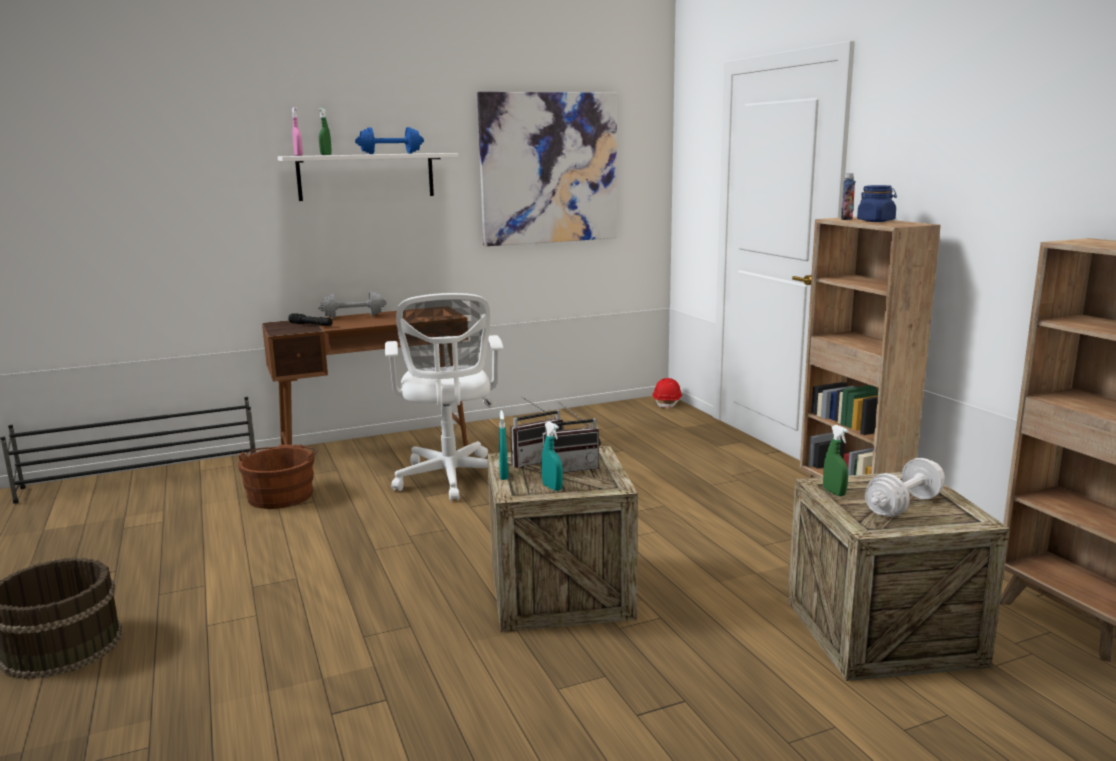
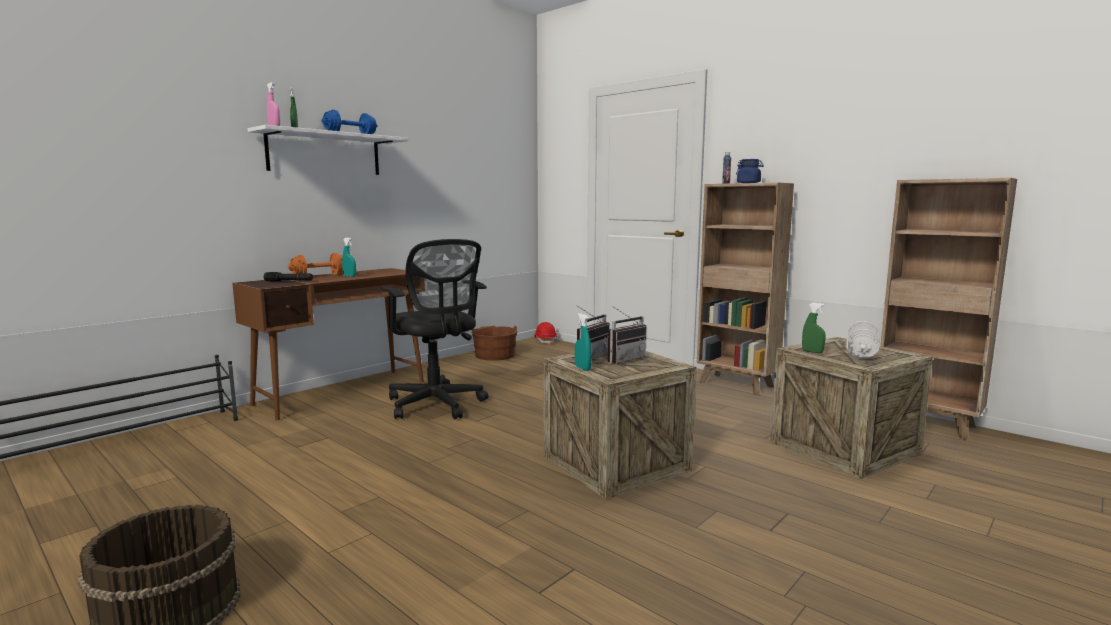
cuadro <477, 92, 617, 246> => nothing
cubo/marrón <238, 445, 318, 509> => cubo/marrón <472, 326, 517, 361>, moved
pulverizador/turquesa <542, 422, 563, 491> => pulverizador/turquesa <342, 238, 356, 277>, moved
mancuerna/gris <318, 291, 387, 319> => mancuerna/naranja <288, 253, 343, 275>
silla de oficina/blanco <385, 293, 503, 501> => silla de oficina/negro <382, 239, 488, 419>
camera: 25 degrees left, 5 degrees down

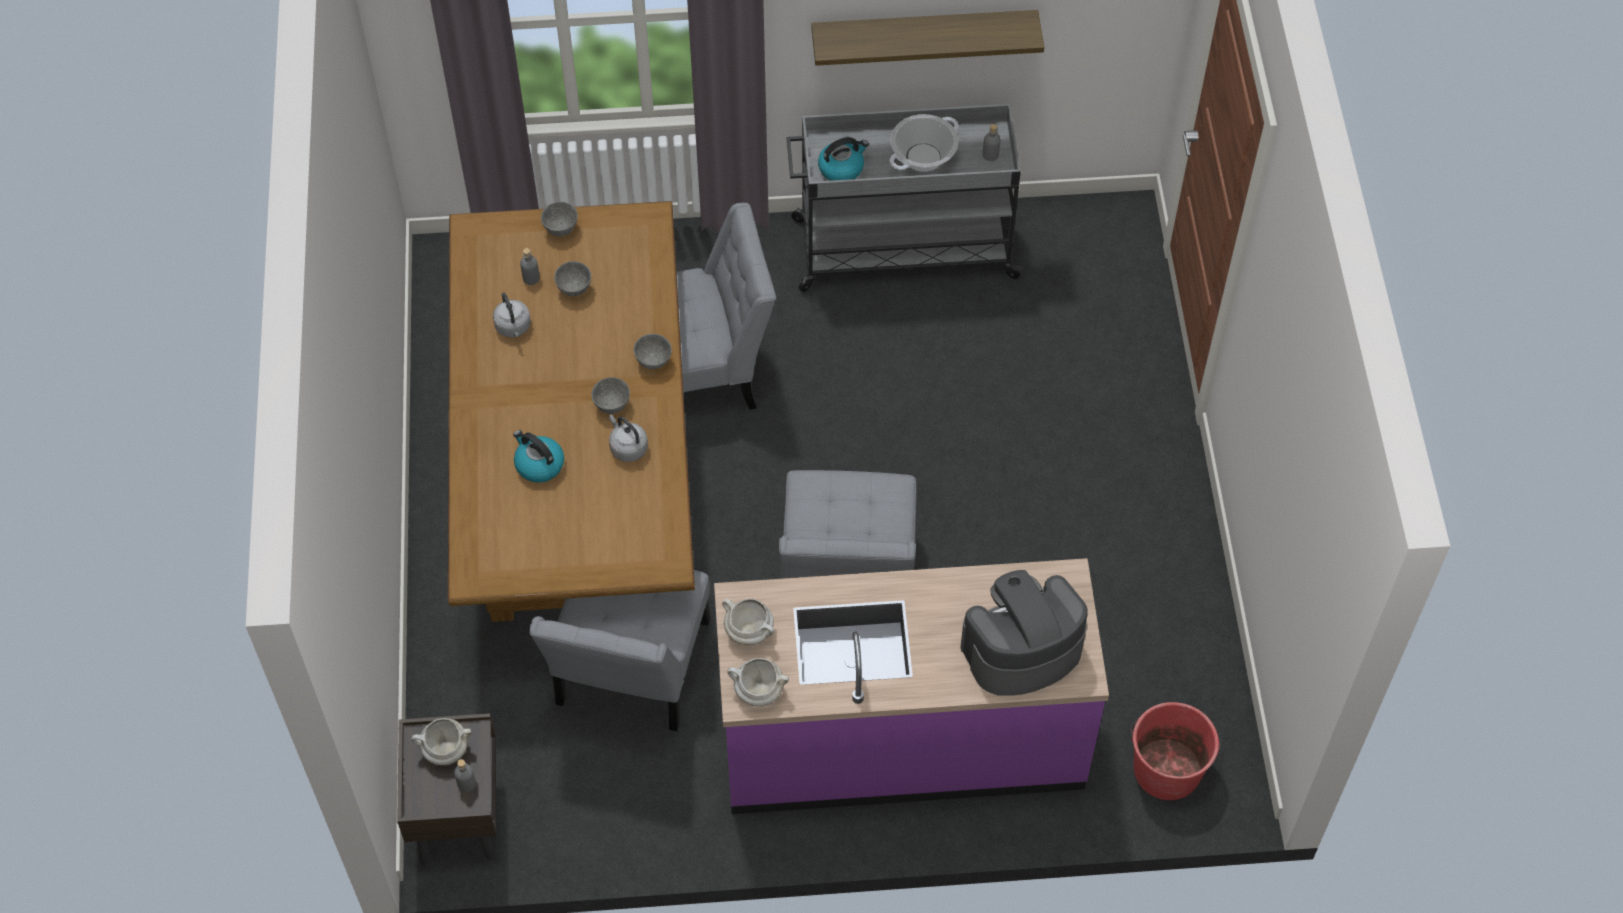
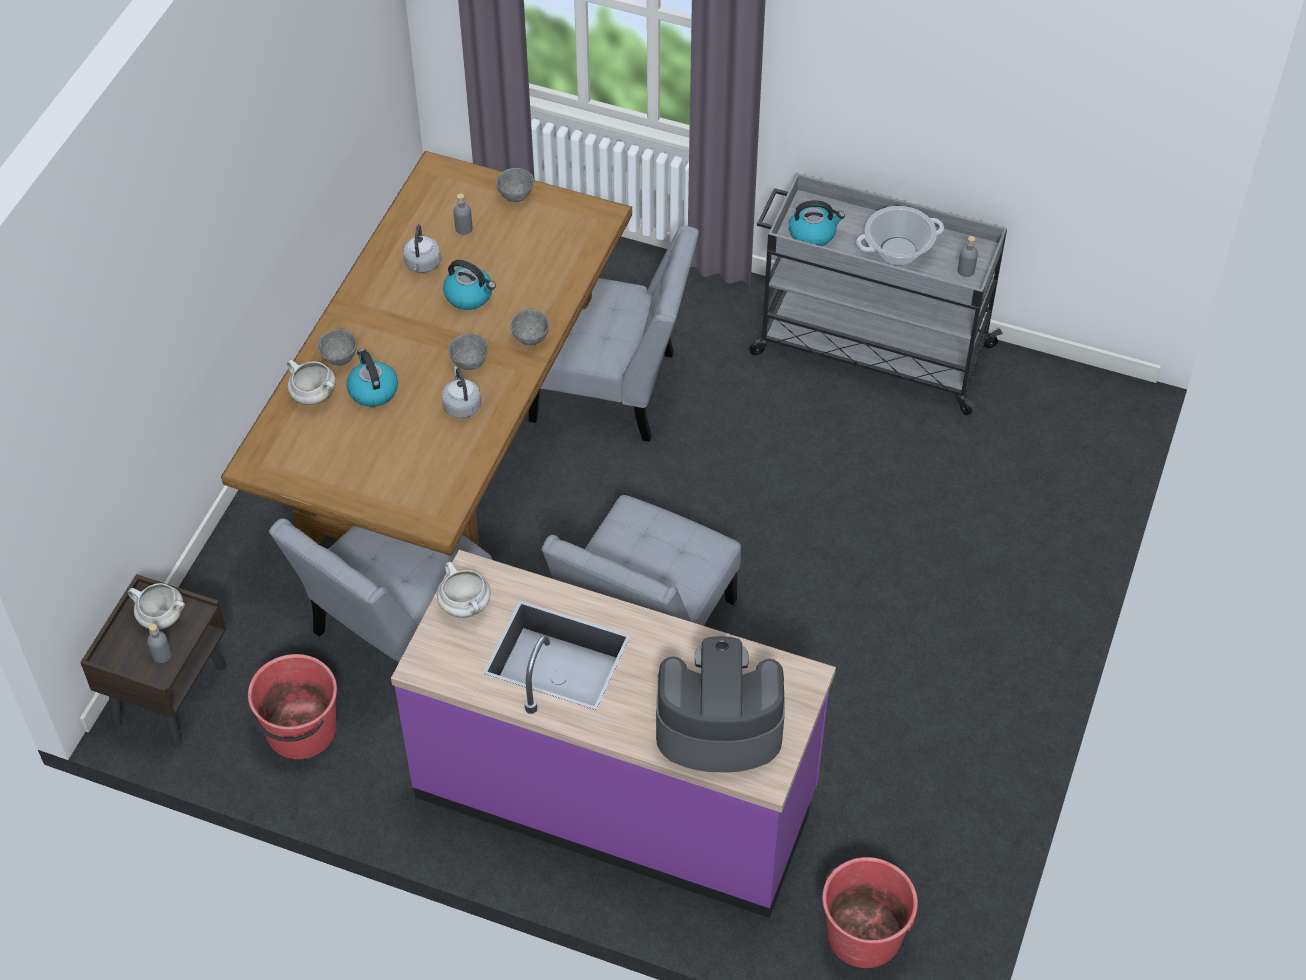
estante <811, 10, 1044, 66> => nothing
nothing => cubo/rojo <248, 654, 337, 759>
nothing => hervidor <443, 260, 496, 310>
cuenco/gris <554, 261, 591, 296> => cuenco/gris <318, 329, 357, 366>, moved
olla/blanco <727, 658, 789, 707> => olla/blanco <287, 360, 336, 405>, moved
camera: 25 degrees right, 5 degrees down

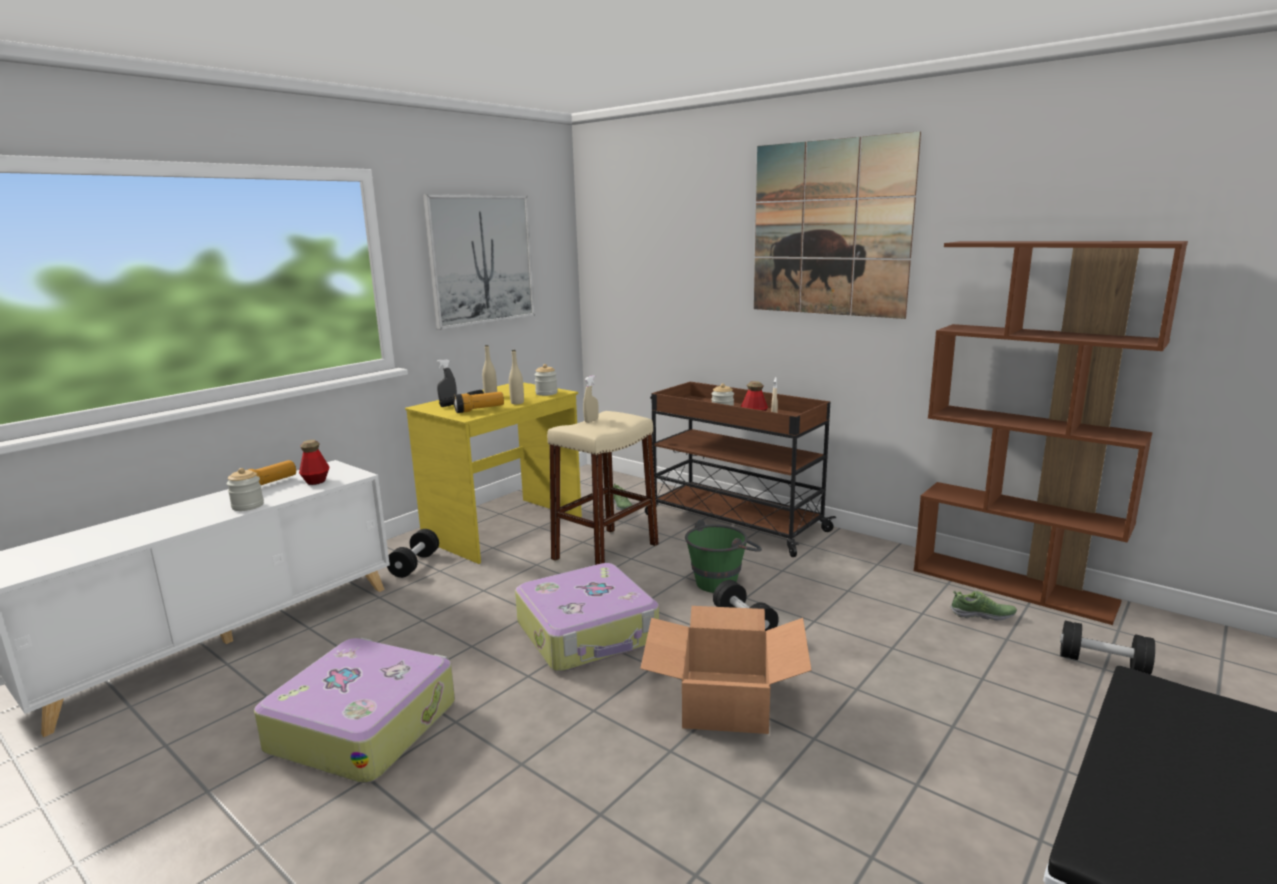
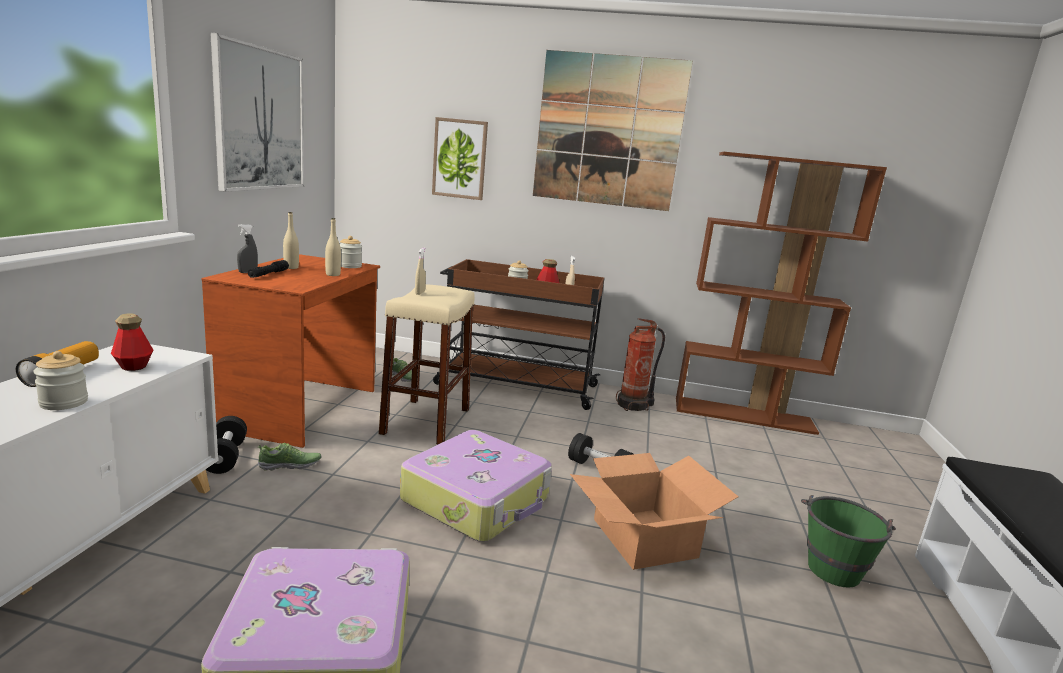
linterna <453, 392, 504, 413> => nothing
mancuerna/negro <1060, 621, 1155, 675> => nothing
nothing => cuadro <432, 117, 488, 200>
nothing => extintor <616, 318, 665, 411>
cubo/verde <685, 520, 762, 593> => cubo/verde <801, 495, 896, 588>, moved
zapato <950, 591, 1017, 621> => zapato <258, 443, 322, 471>, moved
escritorio/amarillo <405, 382, 582, 564> => escritorio/marrón <201, 254, 380, 448>
camera: 30 degrees left, 0 degrees up

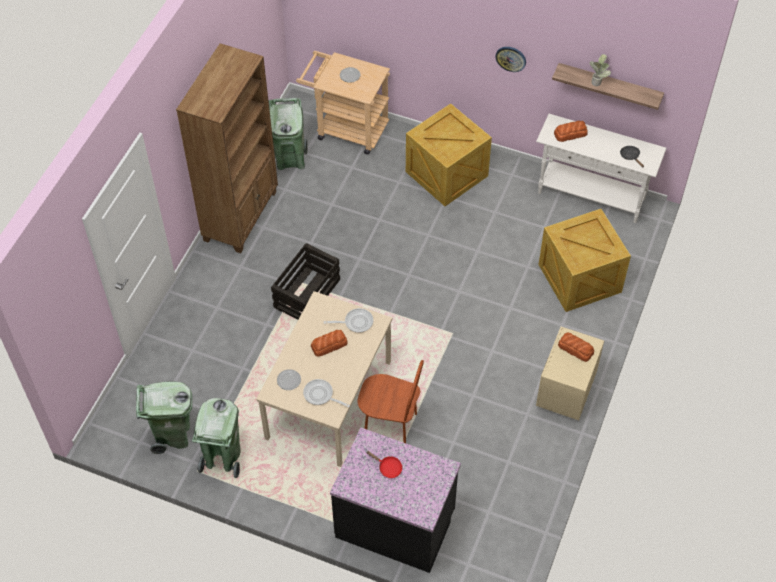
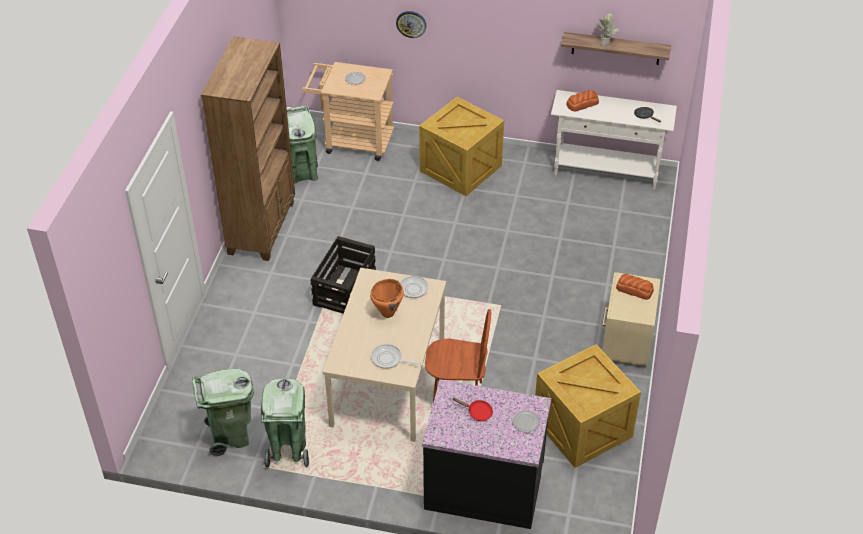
plato <277, 369, 301, 390> => plato <512, 410, 540, 432>, moved
reloj de pared <495, 47, 526, 72> => reloj de pared <396, 11, 426, 38>, moved
caja de embalaje <539, 209, 631, 312> => caja de embalaje <535, 344, 641, 468>, moved
pan <311, 330, 348, 357> => olla/naranja <370, 279, 404, 318>
camera: 10 degrees left, 10 degrees down

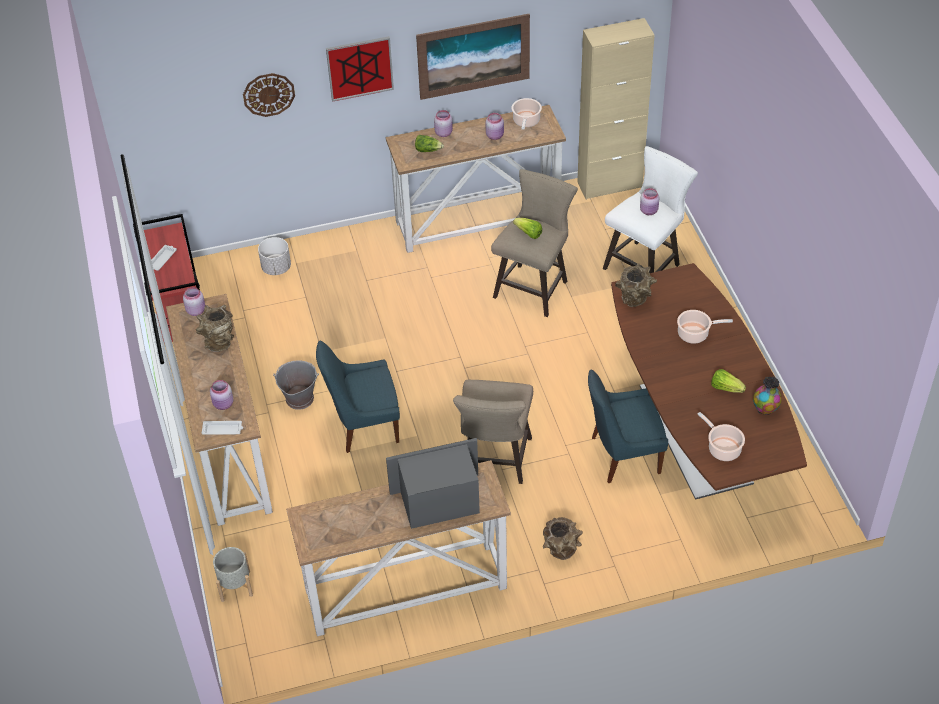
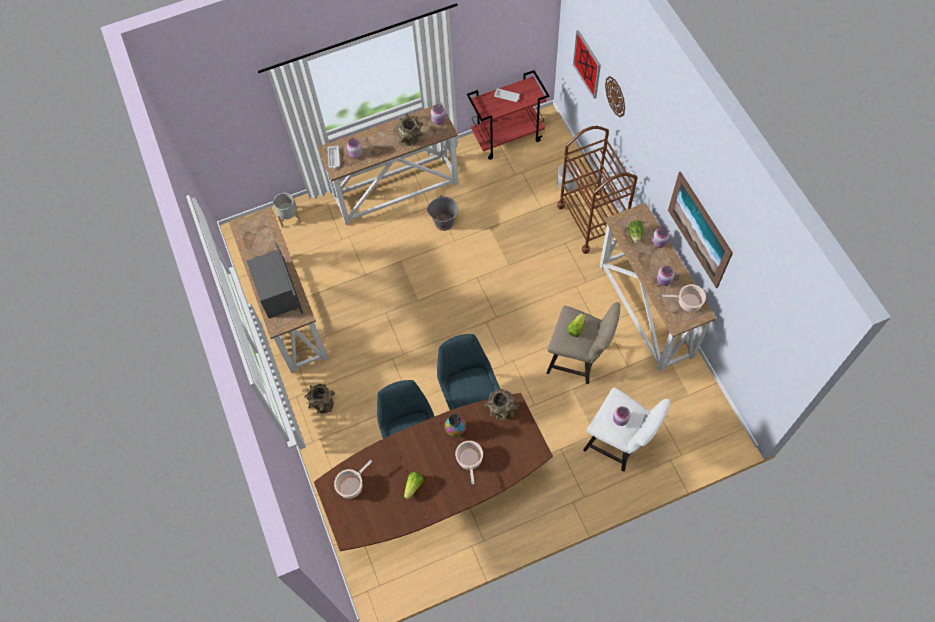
taburete/beis <453, 380, 533, 484> => nothing
armario/beis <577, 18, 655, 200> => nothing
nothing => carrito/marrón <557, 126, 637, 254>
silla/azul <316, 341, 400, 453> => silla/azul <437, 334, 501, 410>, moved
cuadro <326, 36, 394, 102> => cuadro <573, 30, 601, 99>, moved
florero <753, 377, 782, 415> => florero <445, 414, 466, 437>, moved
camera: 85 degrees right, 15 degrees up

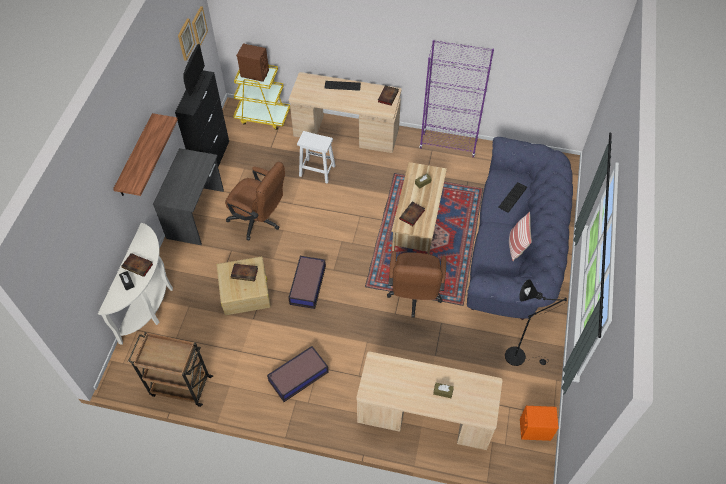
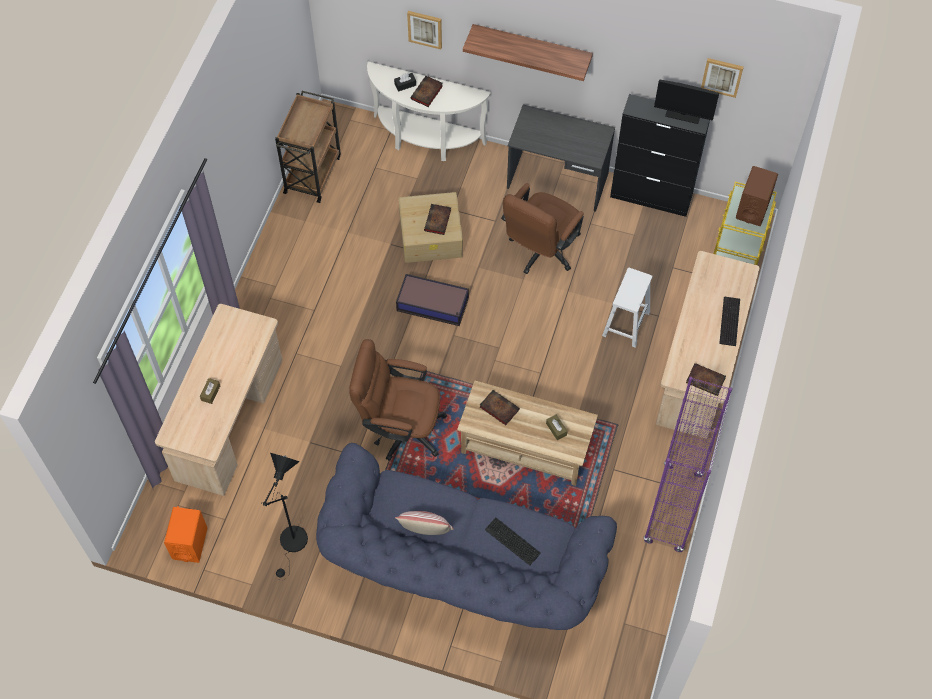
caja de almacenaje <267, 346, 329, 402> => nothing
cuadro <192, 6, 208, 46> => cuadro <407, 11, 442, 49>, moved
camera: 95 degrees right, 5 degrees up

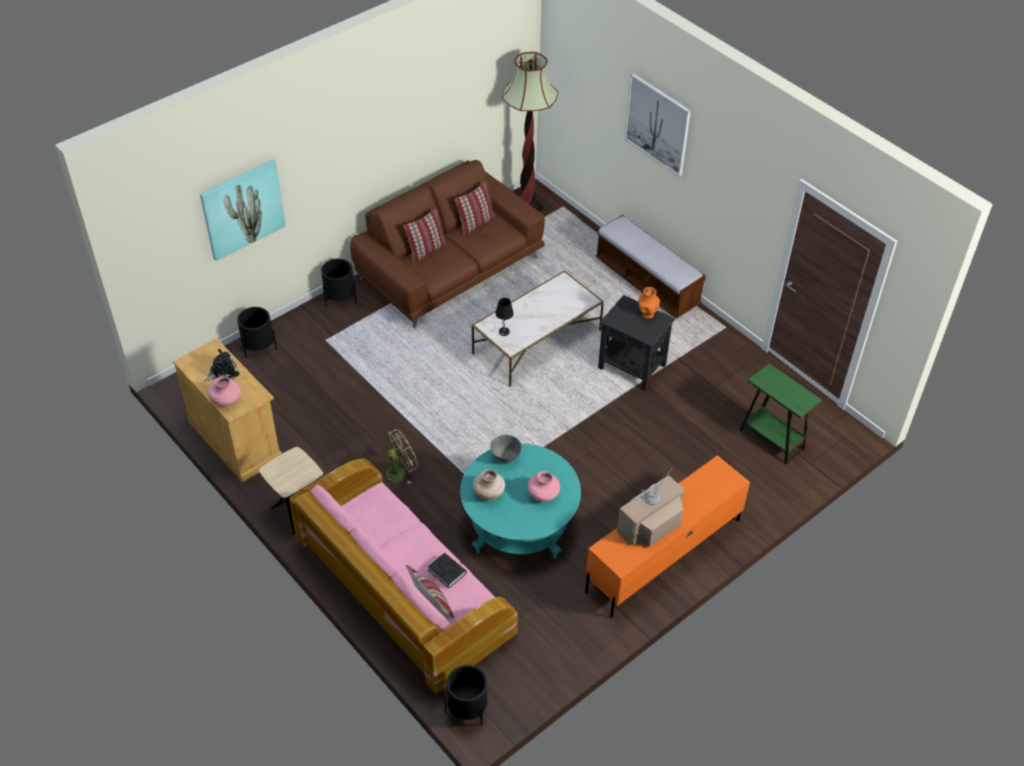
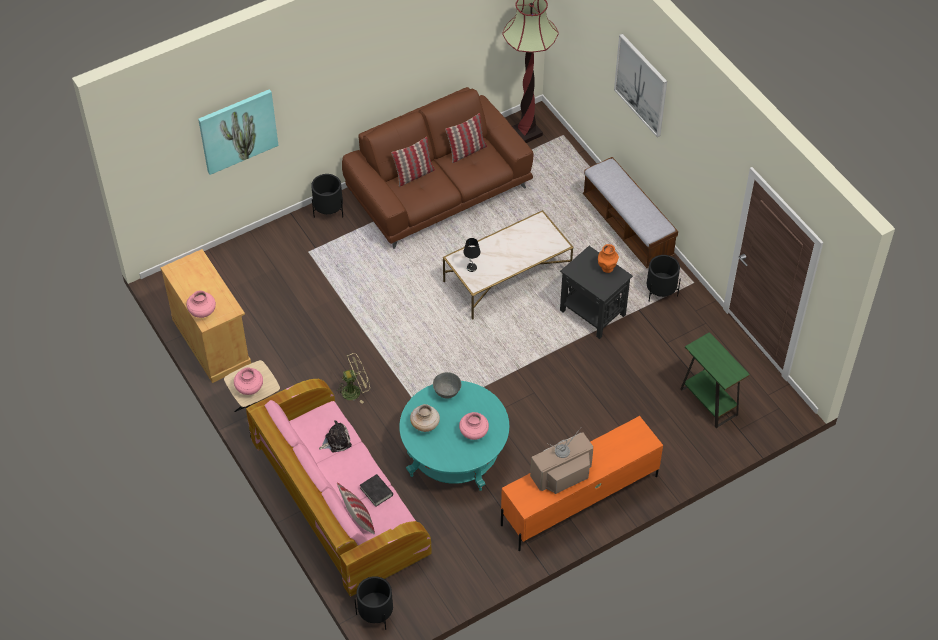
nothing => florero/rosa <234, 368, 263, 395>
peluche <204, 349, 239, 382> => peluche <319, 420, 352, 452>, moved
maceta/negro <237, 307, 277, 359> => maceta/negro <647, 255, 681, 301>, moved
camera: 10 degrees right, 5 degrees up

